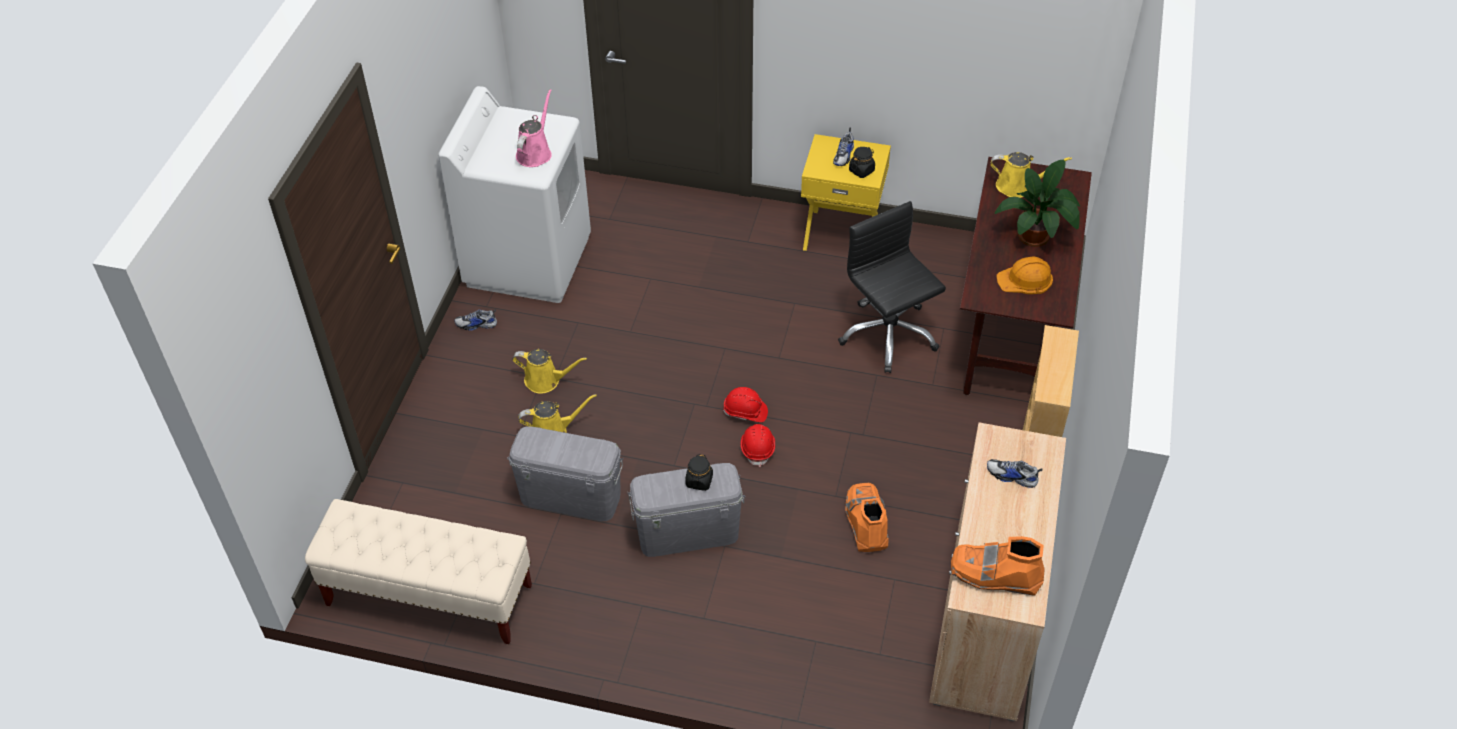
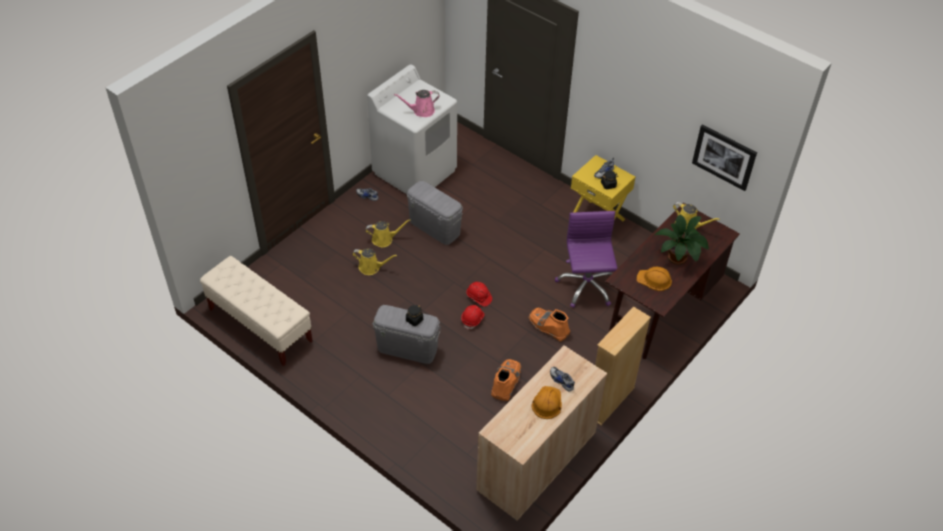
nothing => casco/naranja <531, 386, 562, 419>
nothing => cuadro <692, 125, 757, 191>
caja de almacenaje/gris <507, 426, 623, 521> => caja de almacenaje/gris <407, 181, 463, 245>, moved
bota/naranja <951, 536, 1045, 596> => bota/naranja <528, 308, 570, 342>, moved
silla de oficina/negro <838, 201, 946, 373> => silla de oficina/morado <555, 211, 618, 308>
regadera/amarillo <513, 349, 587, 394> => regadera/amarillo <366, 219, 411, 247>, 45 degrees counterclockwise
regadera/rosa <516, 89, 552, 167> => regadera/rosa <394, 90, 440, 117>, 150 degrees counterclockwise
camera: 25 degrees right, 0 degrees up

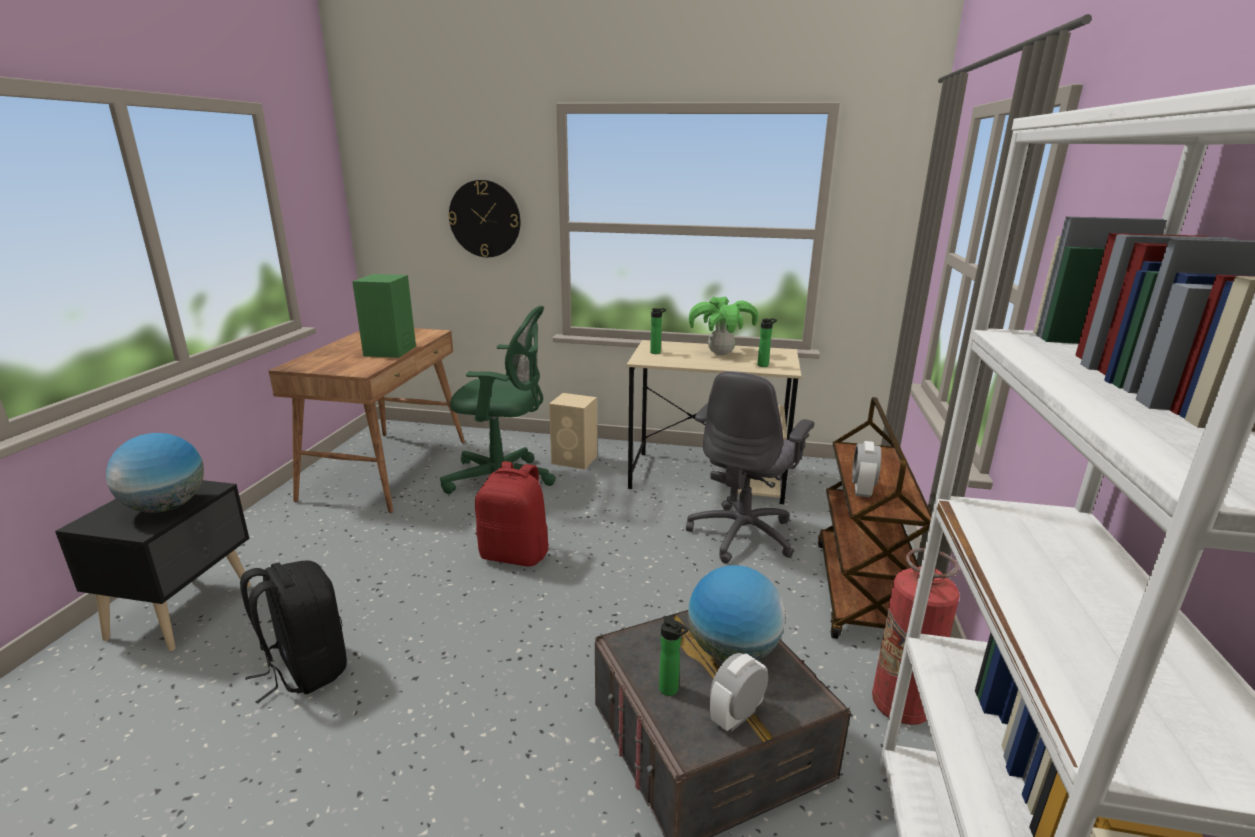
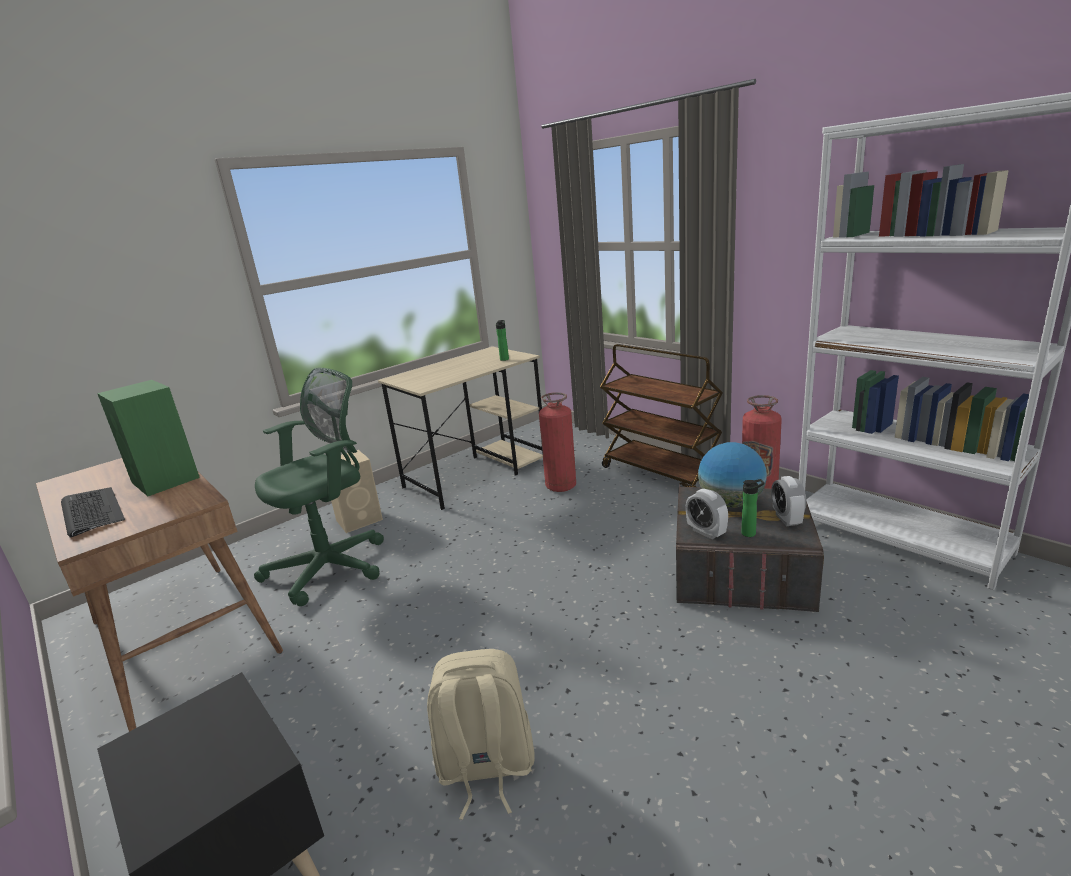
globo terráqueo <106, 433, 204, 513> => nothing
reloj de pared <448, 180, 520, 257> => nothing
mochila/rojo <475, 461, 549, 567> => nothing
botella <650, 308, 666, 354> => nothing
planta en maceta <689, 296, 758, 355> => nothing
nothing => teclado <61, 487, 125, 538>
despertador <852, 441, 881, 498> => despertador <686, 489, 728, 539>, moved
silla de oficina/gris <686, 371, 814, 564> => extintor <539, 392, 576, 492>
mochila/negro <240, 560, 347, 704> => mochila/beis <427, 649, 535, 820>
camera: 50 degrees left, 0 degrees up

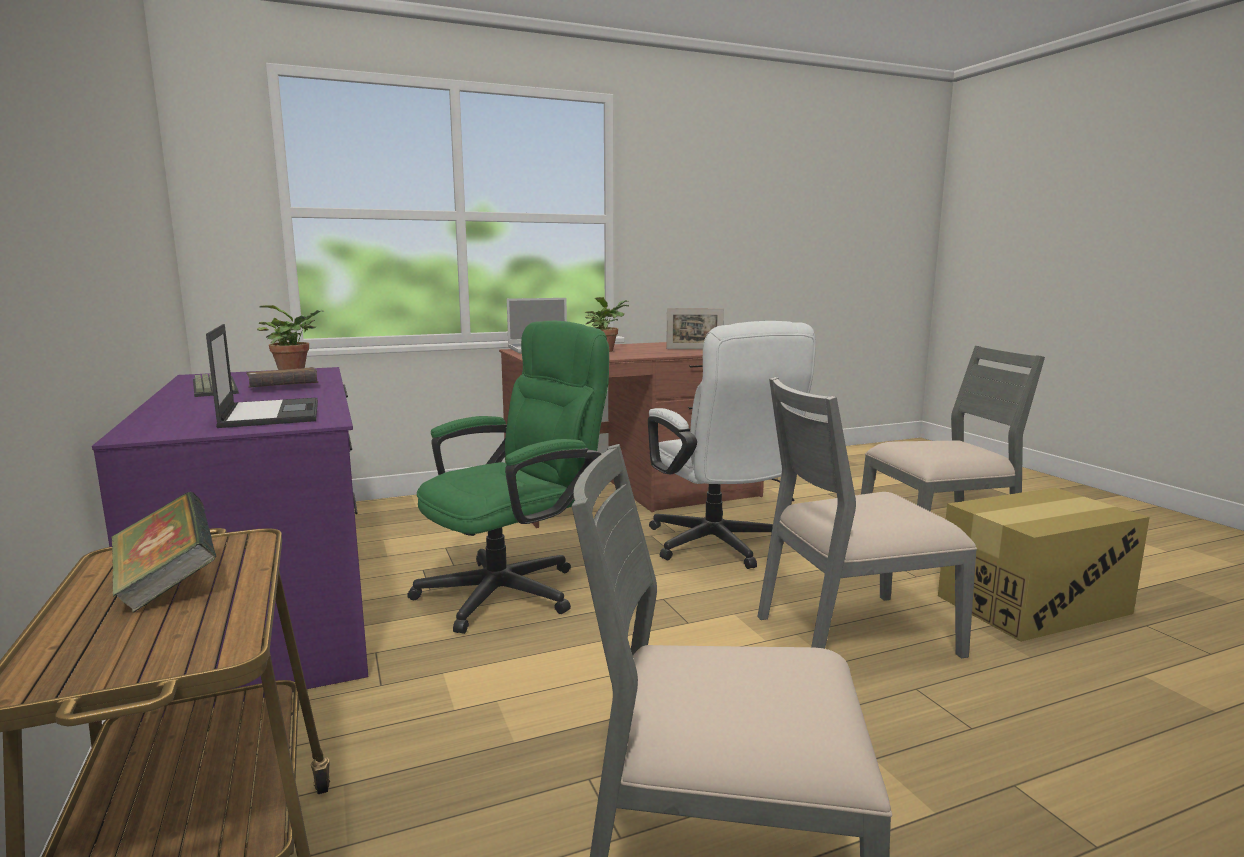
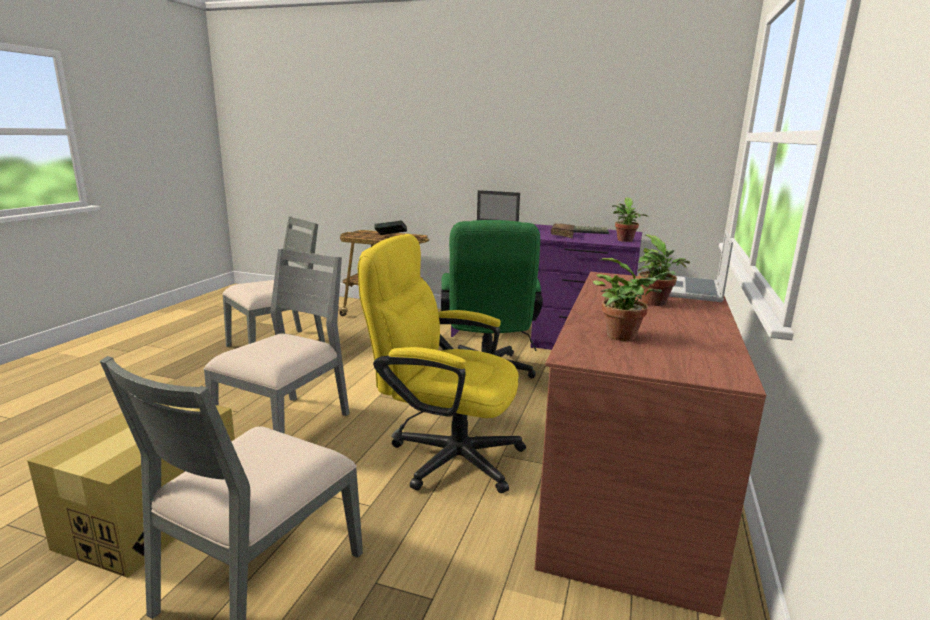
portarretratos <666, 308, 724, 349> => planta en maceta <593, 258, 676, 341>
silla de oficina/blanco <648, 321, 816, 569> => silla de oficina/amarillo <358, 234, 526, 493>
camera: 130 degrees right, 5 degrees up

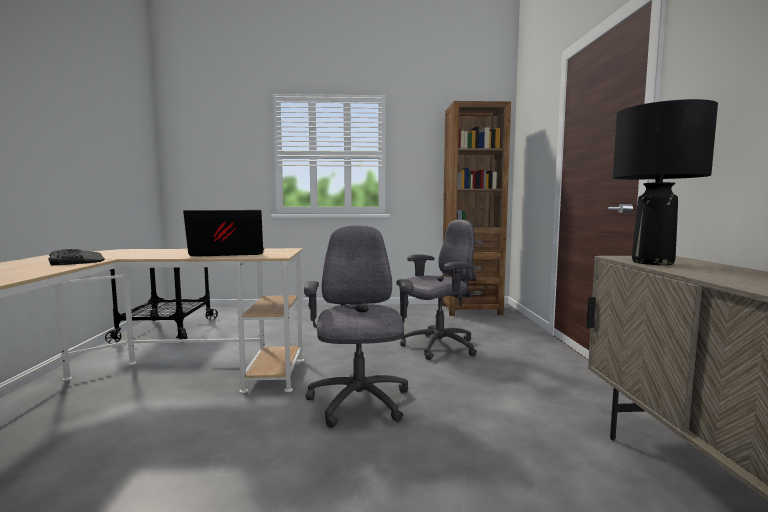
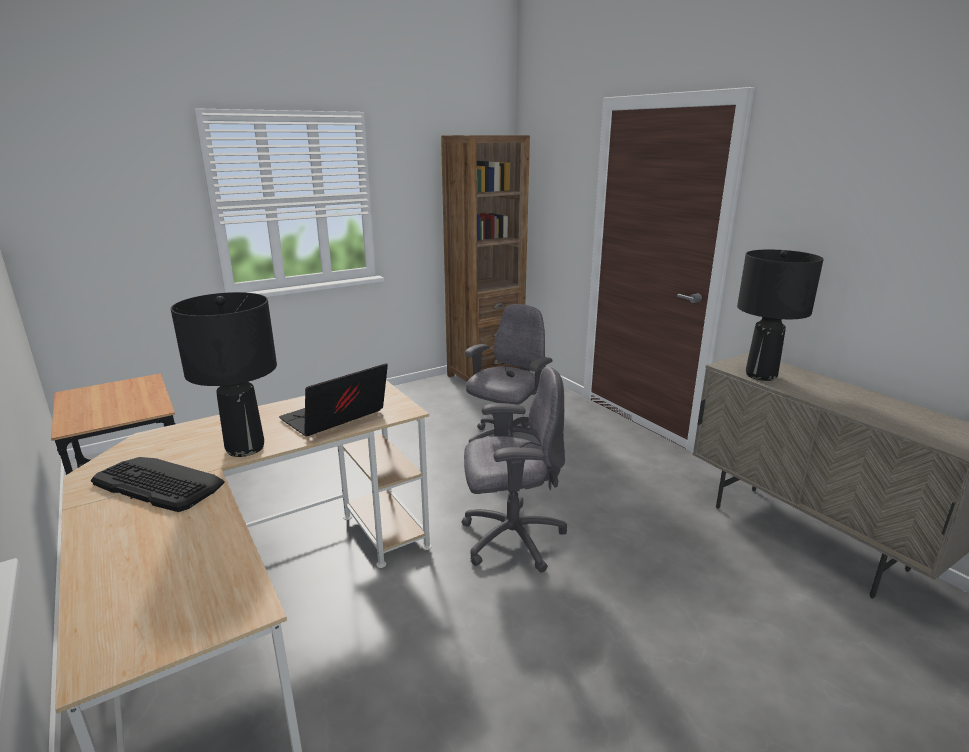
nothing => lámpara de mesa/negro <171, 292, 277, 457>
silla de oficina/gris <304, 225, 414, 428> => silla de oficina/gris <462, 367, 567, 572>, 120 degrees clockwise
camera: 30 degrees left, 15 degrees up

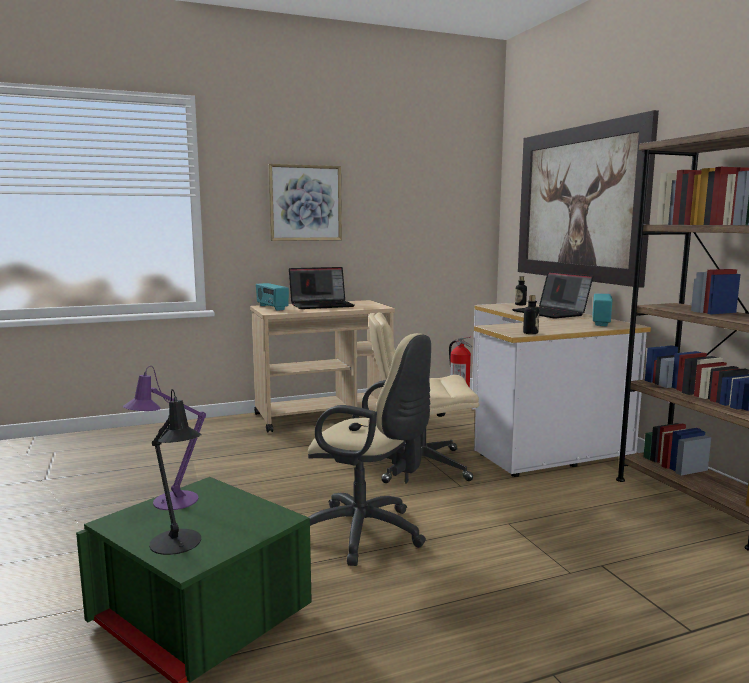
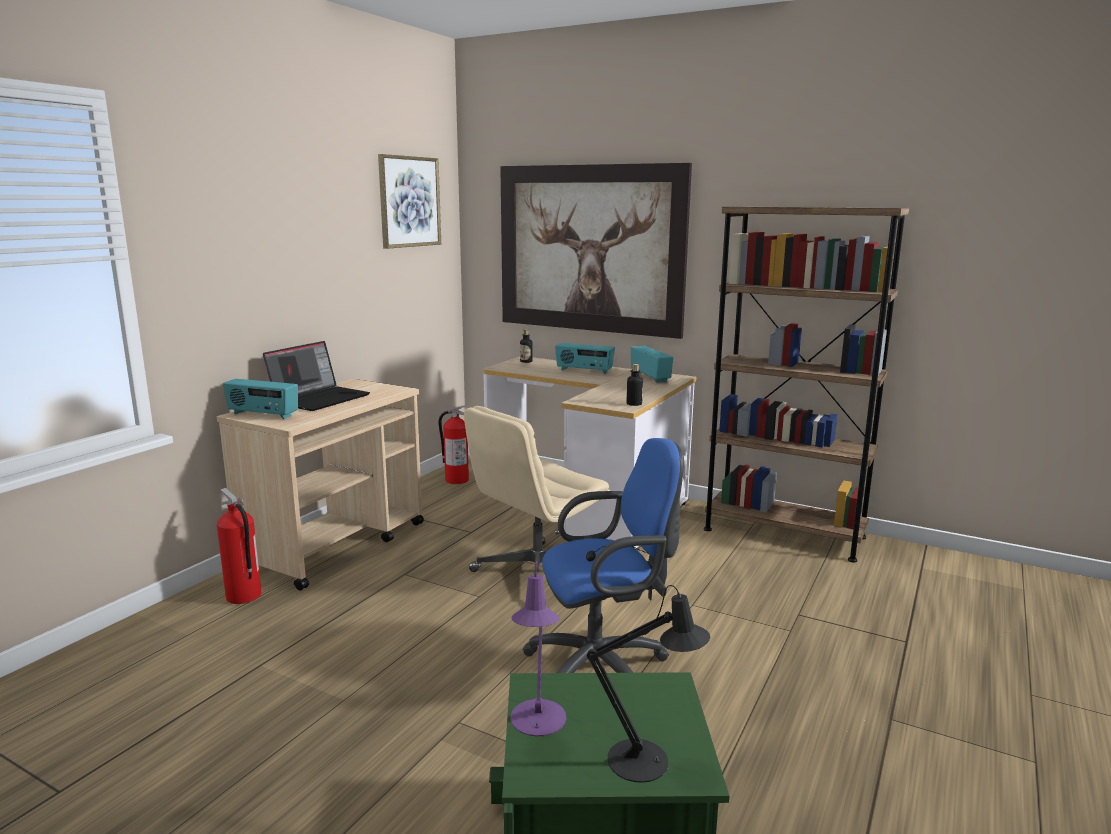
nothing => extintor <217, 488, 262, 604>
cuadro <268, 164, 342, 241> => cuadro <378, 154, 441, 249>, moved
portátil <512, 271, 593, 319> => radio <555, 343, 615, 374>
silla de oficina/beis <308, 333, 431, 566> => silla de oficina/azul <522, 438, 684, 673>
camera: 40 degrees left, 5 degrees up

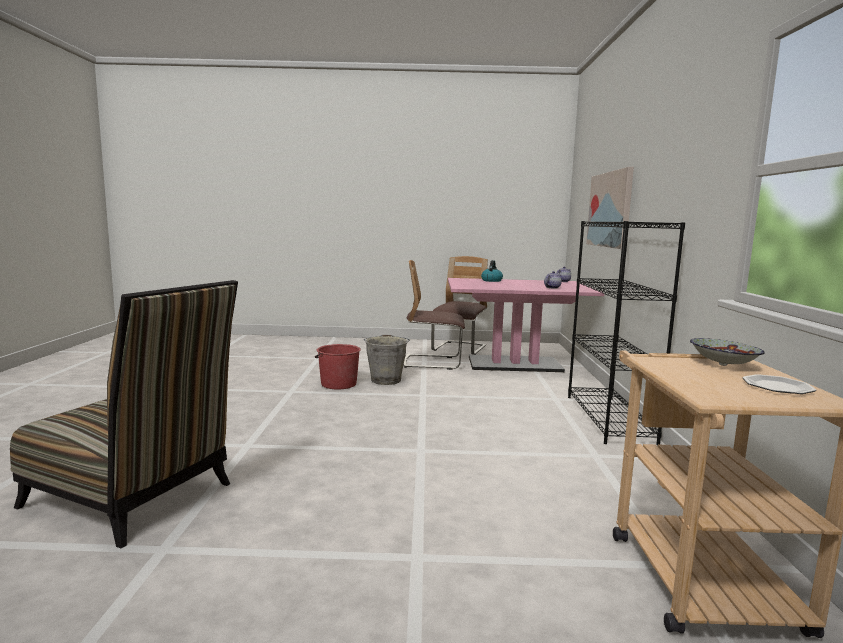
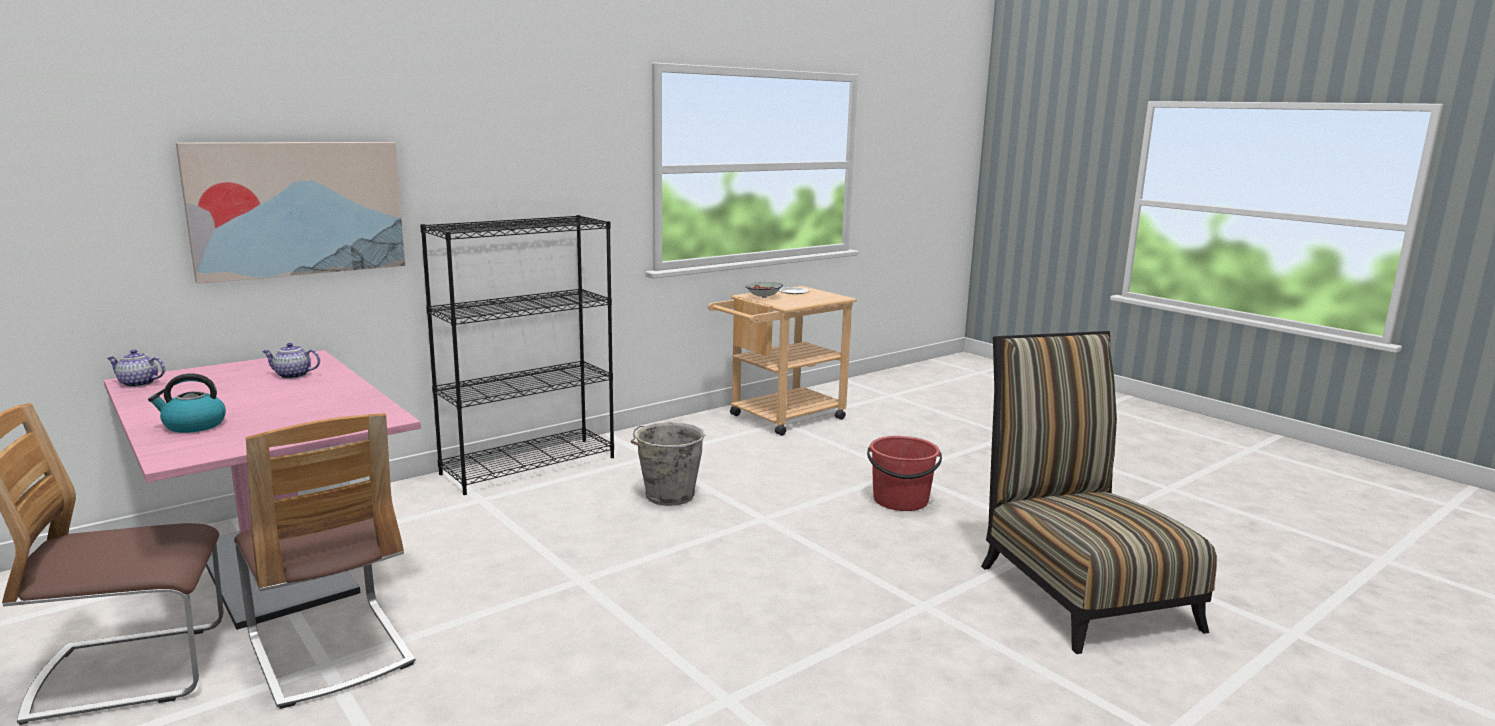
cubo/rojo <315, 344, 361, 389> => cubo/rojo <867, 436, 942, 511>, moved
cubo/gris <364, 335, 410, 385> => cubo/gris <631, 422, 705, 506>, moved
camera: 130 degrees left, 5 degrees up

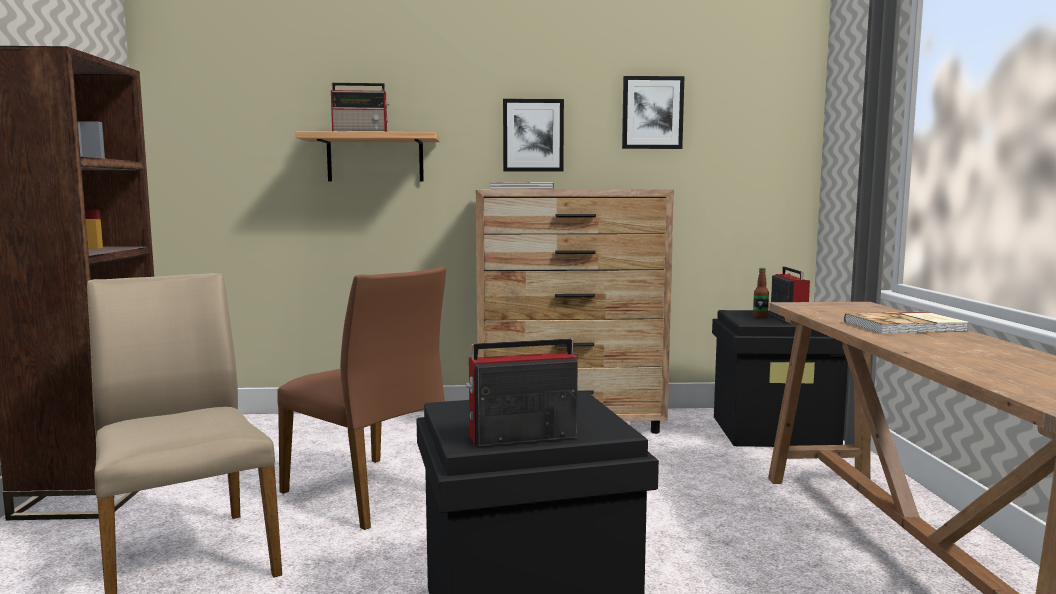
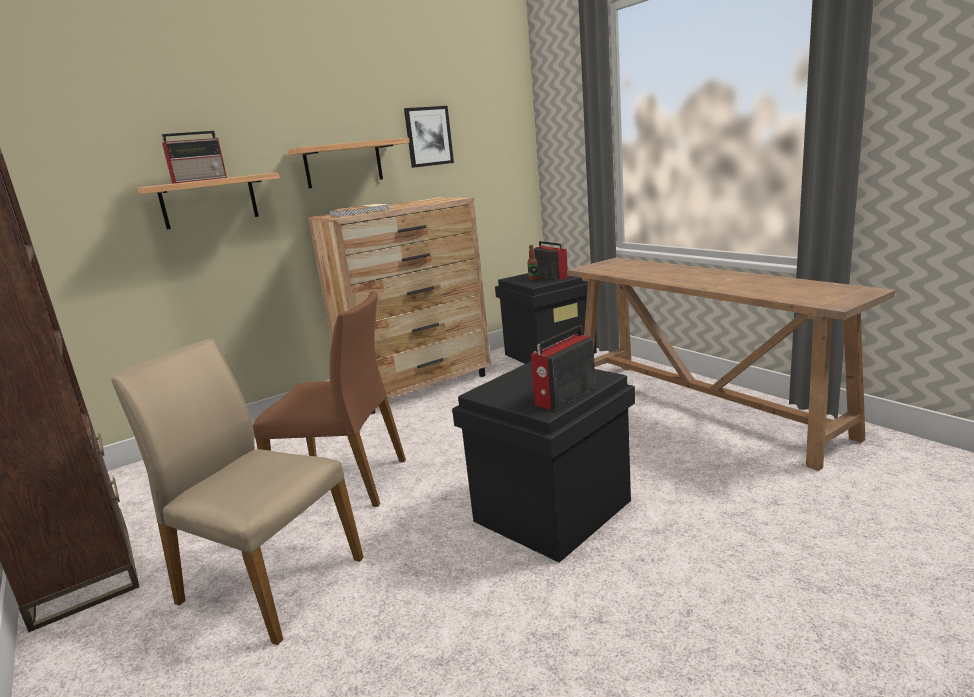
libro <844, 312, 969, 334> => nothing
cuadro <503, 99, 564, 172> => estante <287, 138, 410, 189>
camera: 30 degrees left, 10 degrees up

